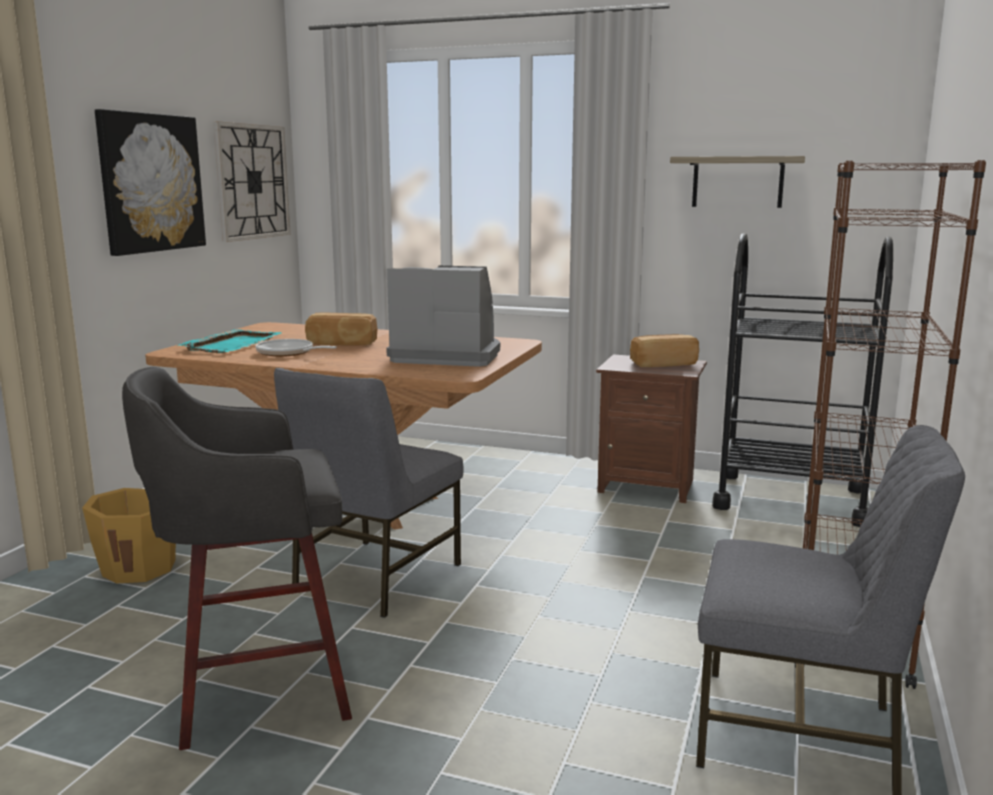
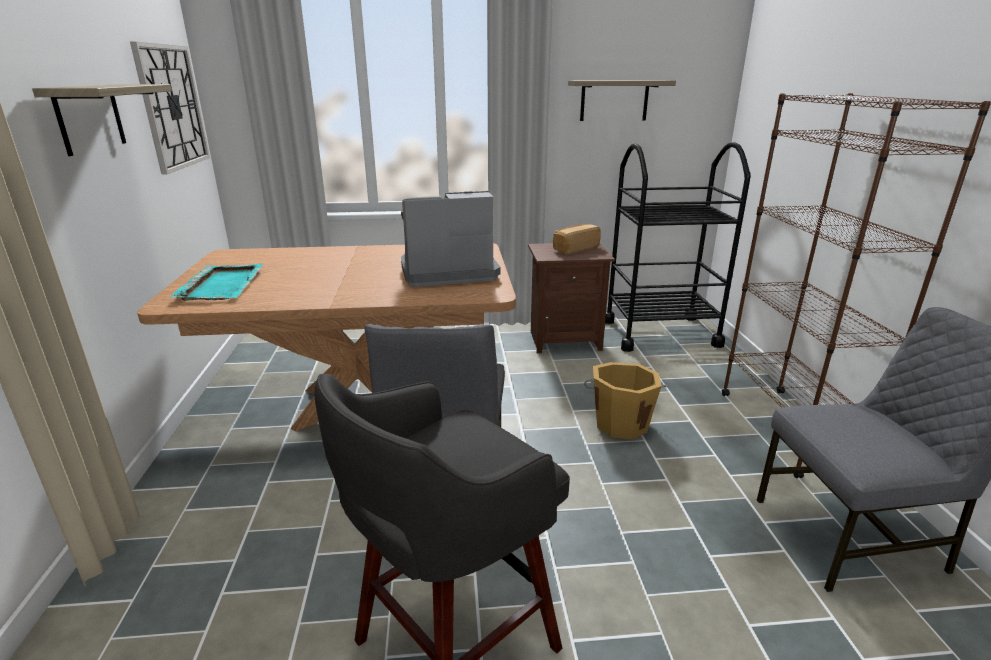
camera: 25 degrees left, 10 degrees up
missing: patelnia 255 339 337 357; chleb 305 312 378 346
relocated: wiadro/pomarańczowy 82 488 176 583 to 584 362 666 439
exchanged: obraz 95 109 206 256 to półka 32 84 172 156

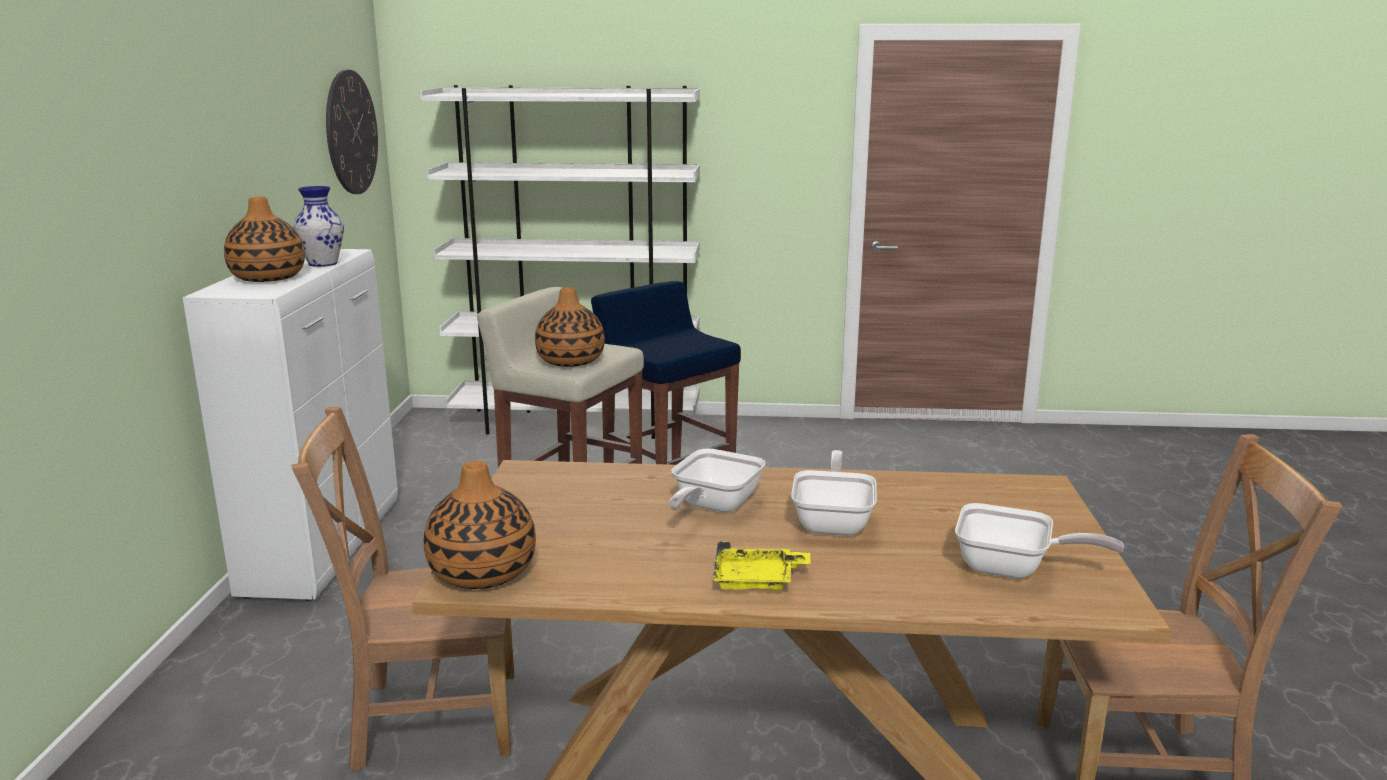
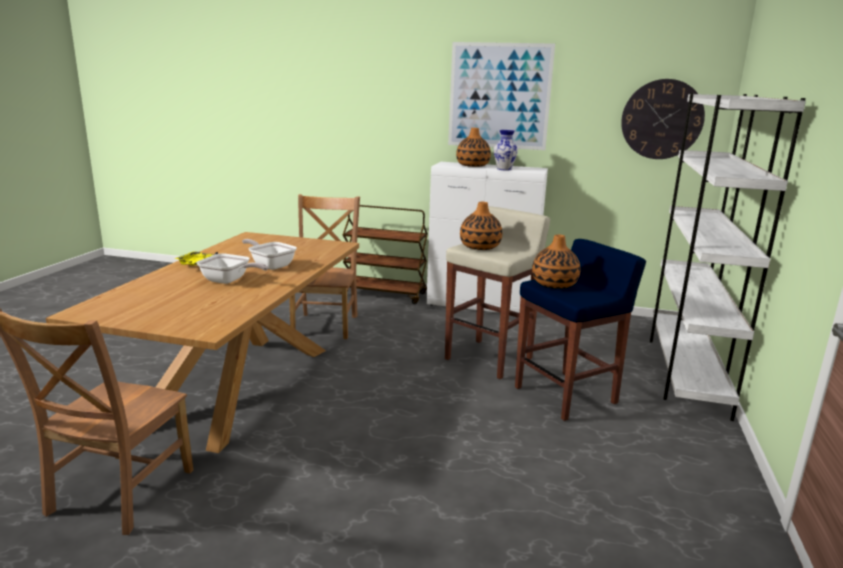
camera: 100 degrees right, 0 degrees up
missing: patelnia 955 503 1124 579
appeared: wózek/brązowy 343 205 428 304; obraz 448 42 555 150
relocated: wazon 423 461 536 589 to 532 234 581 289

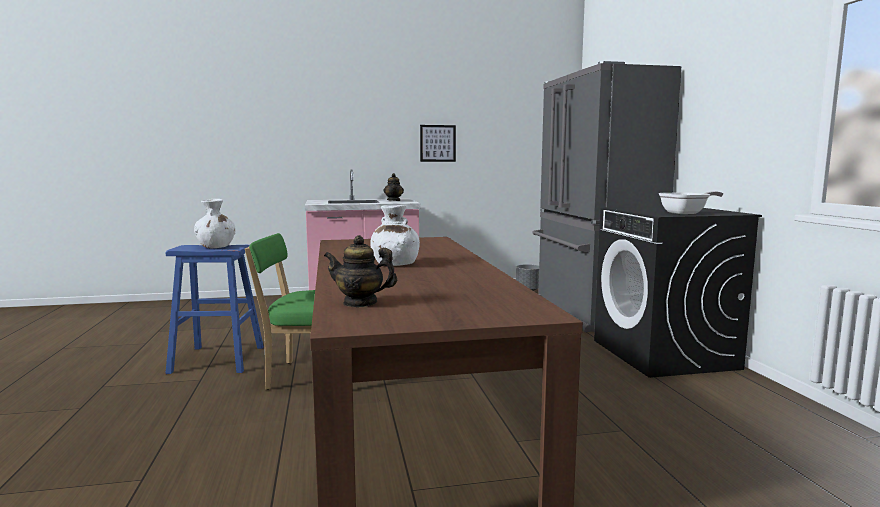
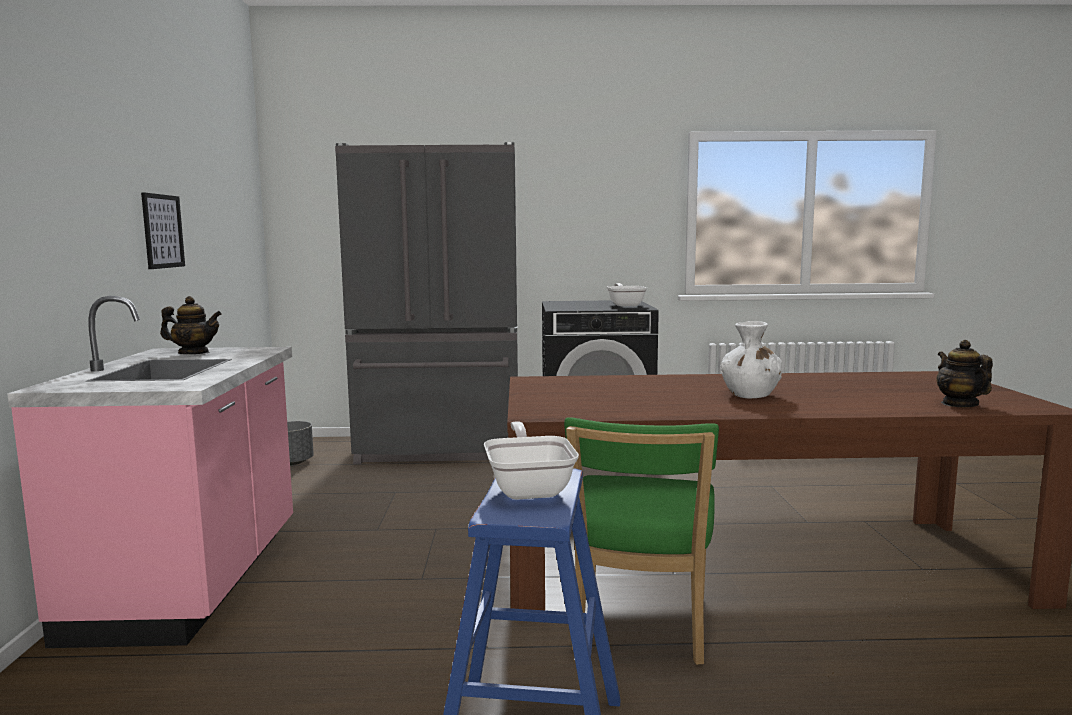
camera: 80 degrees left, 0 degrees up
exchanged: wazon/biały 194 199 236 248 to patelnia 484 421 579 500
spun: imbryk 324 235 397 307 = 937 340 993 407 150 degrees clockwise

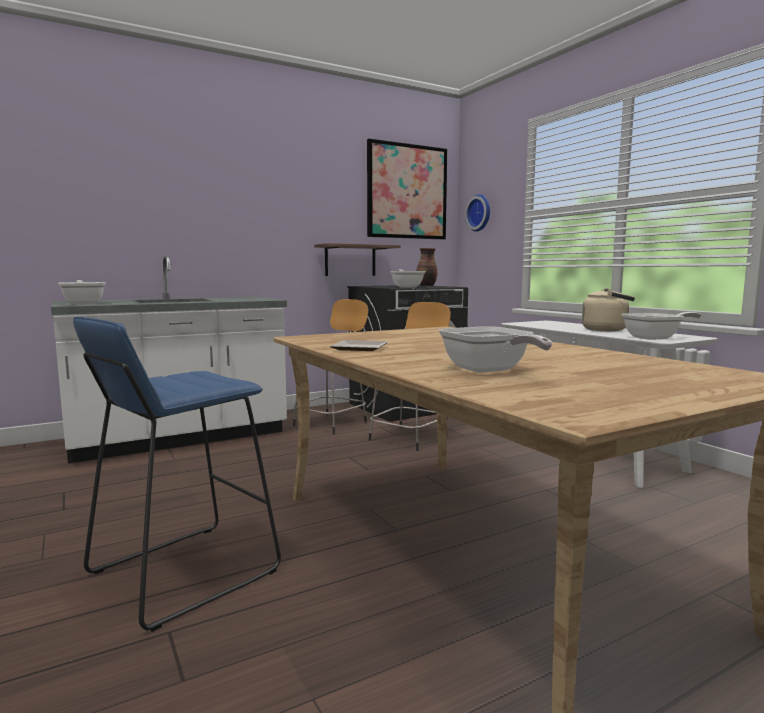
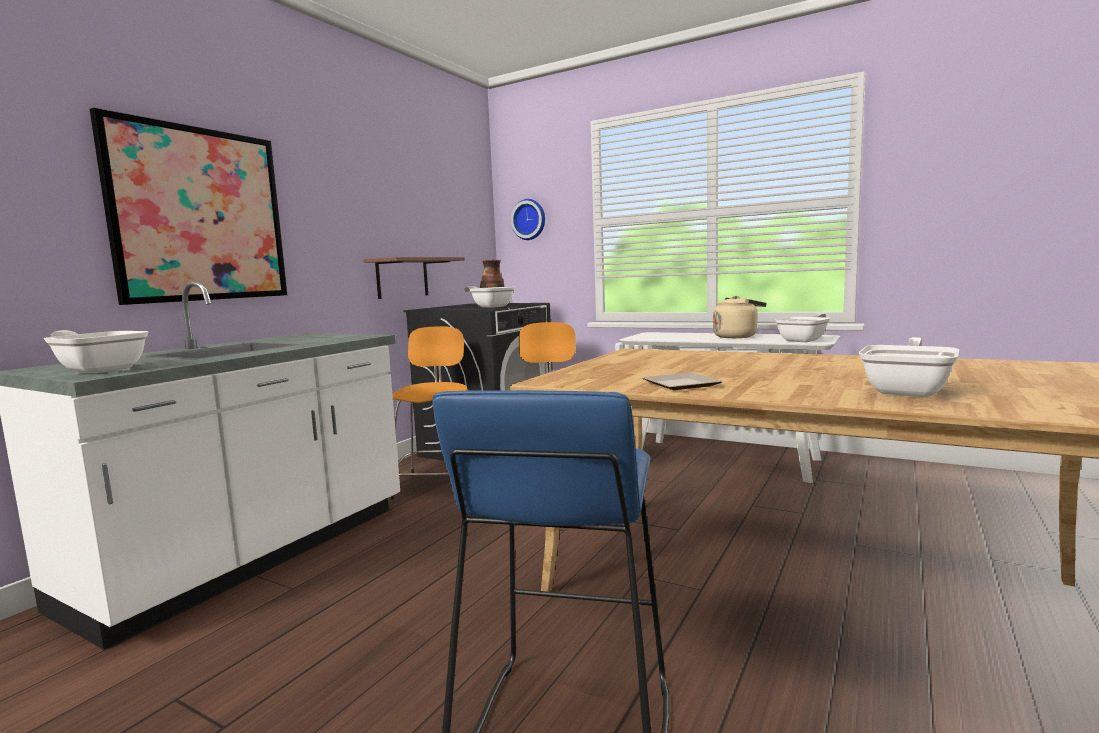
camera: 30 degrees left, 0 degrees up
relocated: obraz 367 139 447 240 to 90 108 288 305
spun: patelnia 439 326 552 373 = 859 337 959 397 90 degrees counterclockwise

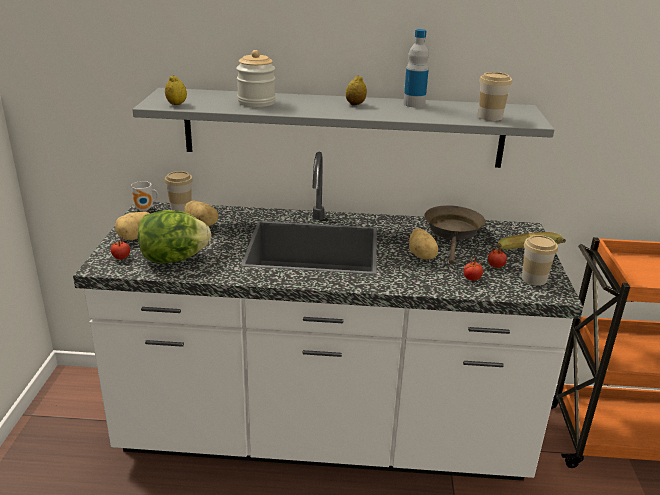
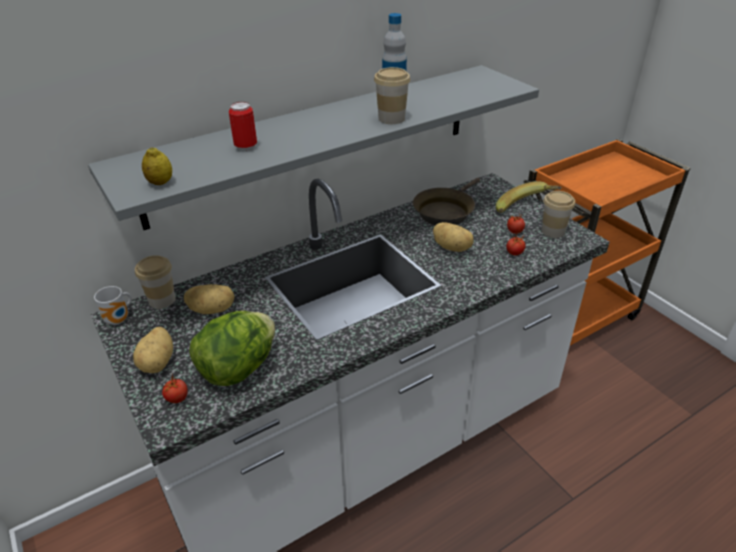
camera: 35 degrees left, 10 degrees up
missing: cytryna 346 75 367 106
relocated: filiżanka 478 72 512 121 to 374 67 411 124
exchanged: słoik 236 50 276 107 to puszka 229 102 257 151
spun: patelnia/brązowy 424 205 485 264 = 413 177 480 225 120 degrees counterclockwise

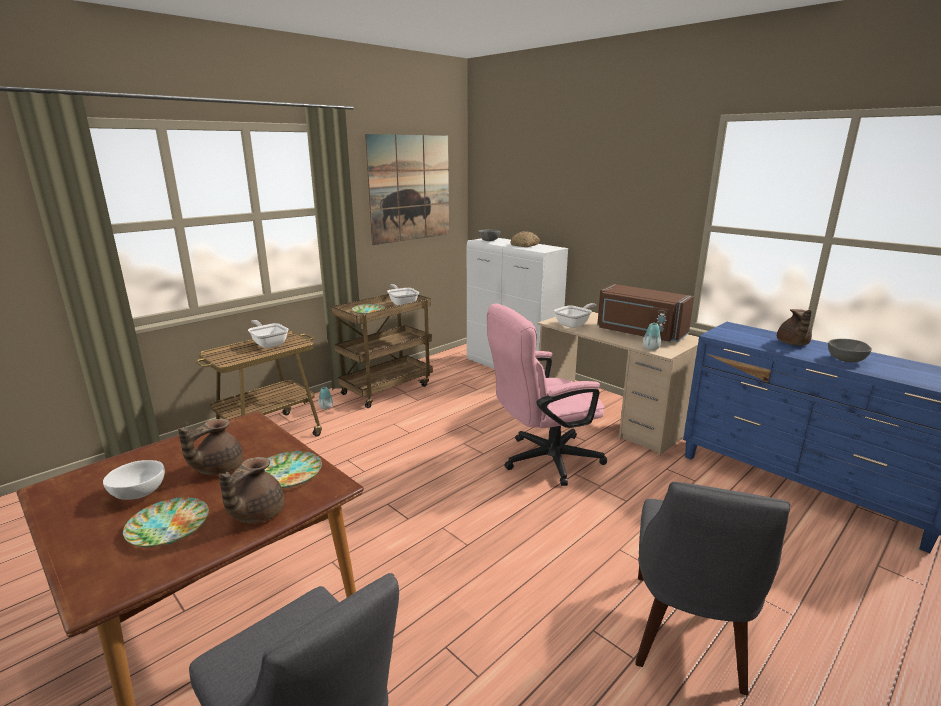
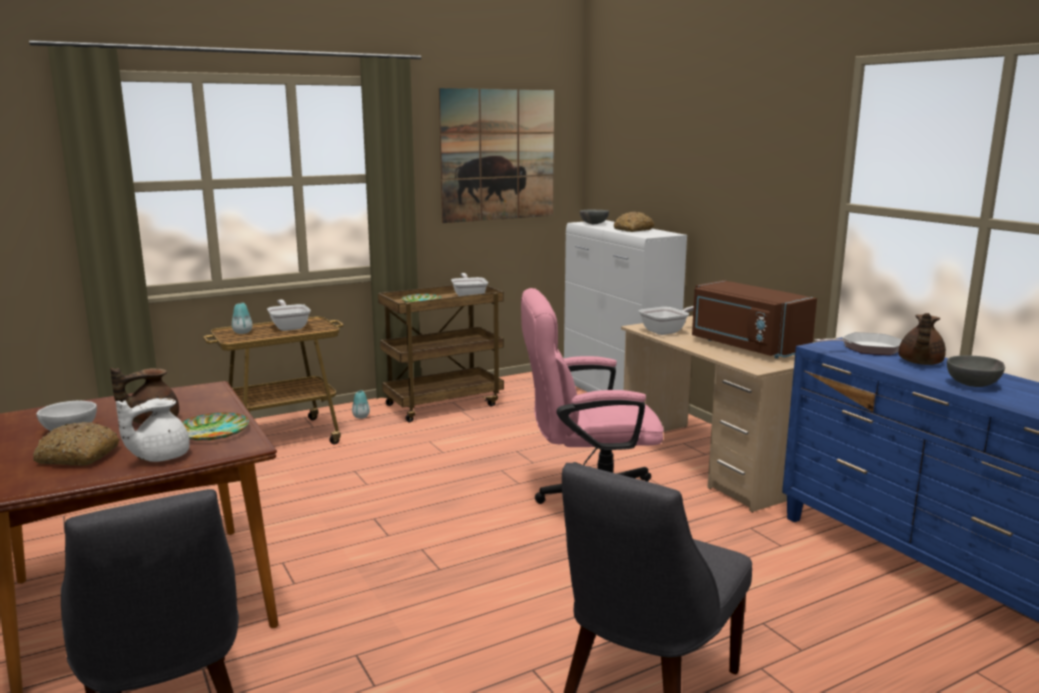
camera: 15 degrees right, 5 degrees down
appeared: patelnia 815 332 902 355
relocated: wazon 643 323 661 351 to 232 303 252 334
exchanged: talerz 123 497 209 547 to chleb 33 422 120 466
colour: imbryk/brązowy 219 457 284 523 to imbryk/biały 116 398 190 462

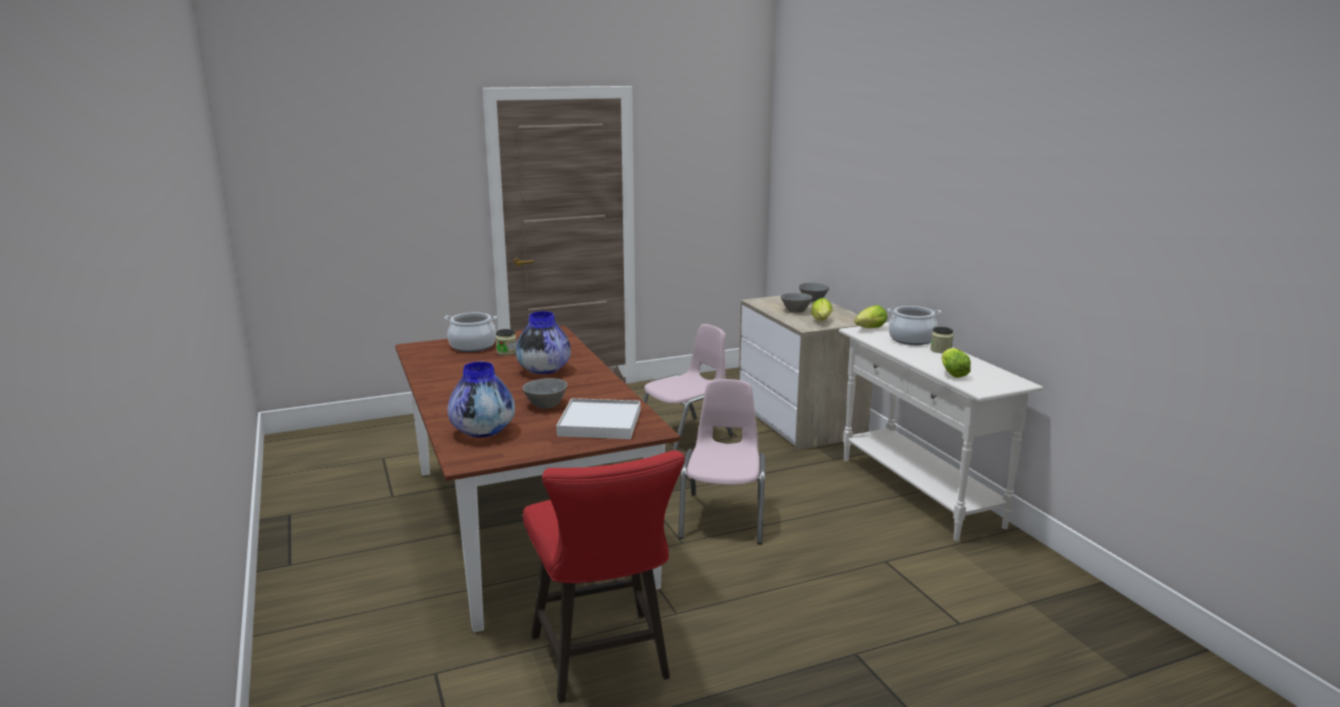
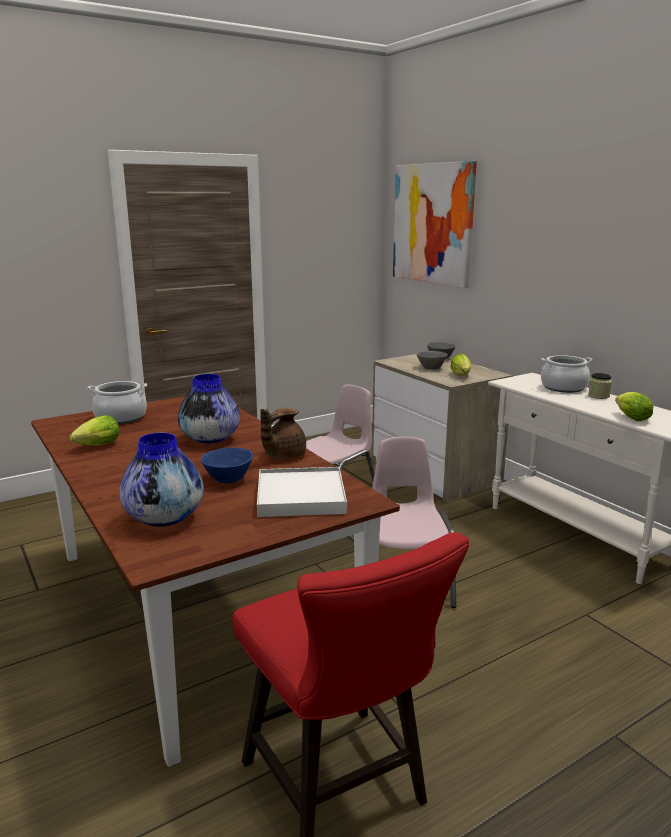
camera: 10 degrees left, 0 degrees up
missing: słoik 495 329 517 355
appeared: imbryk/brązowy 260 408 306 459; obraz 393 161 477 288
relocated: sałata 854 305 887 328 to 70 415 119 445
colour: miska/szary 523 378 567 409 to miska/niebieski 201 447 253 483

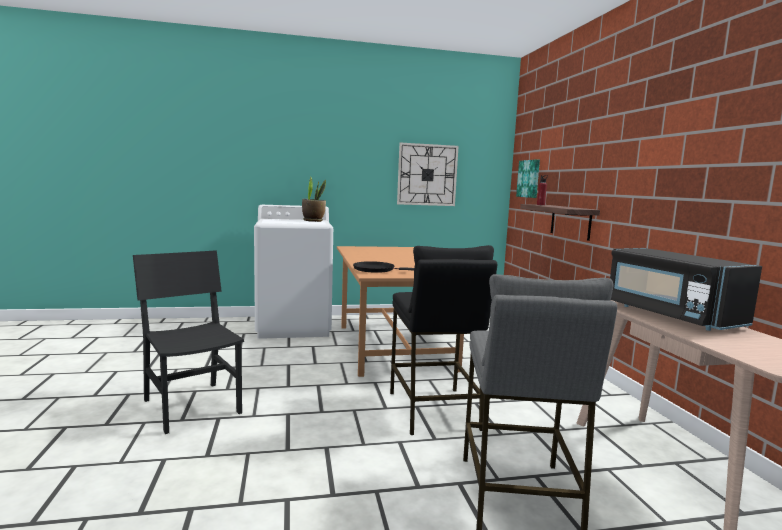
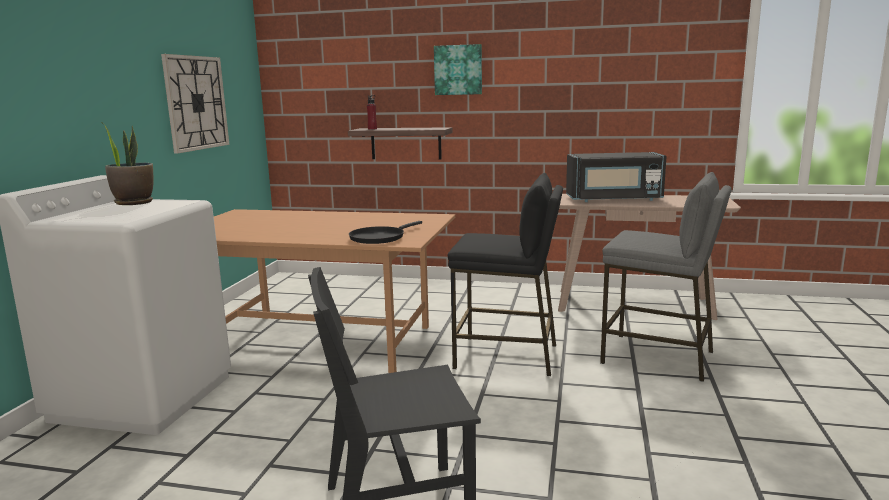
camera: 65 degrees left, 5 degrees up
relocated: obraz 516 159 540 198 to 434 44 482 95

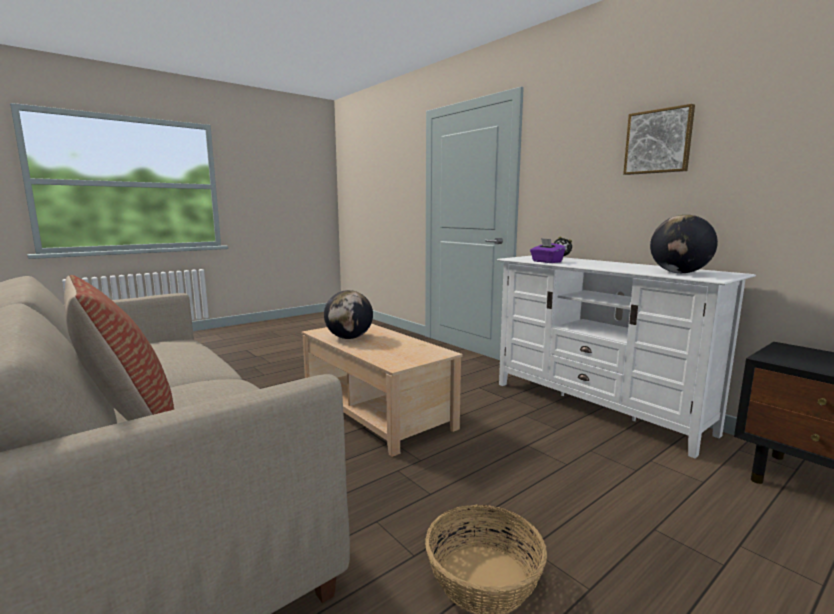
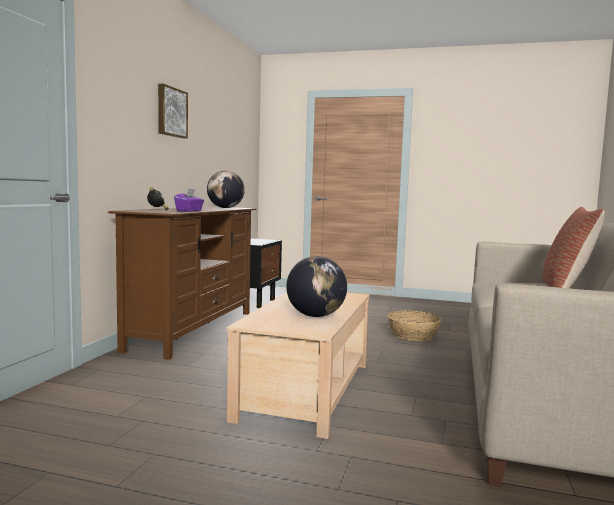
camera: 125 degrees left, 5 degrees down
colour: szafka pod telewizor/biały 497 256 756 458 to szafka pod telewizor/brązowy 108 206 256 360

